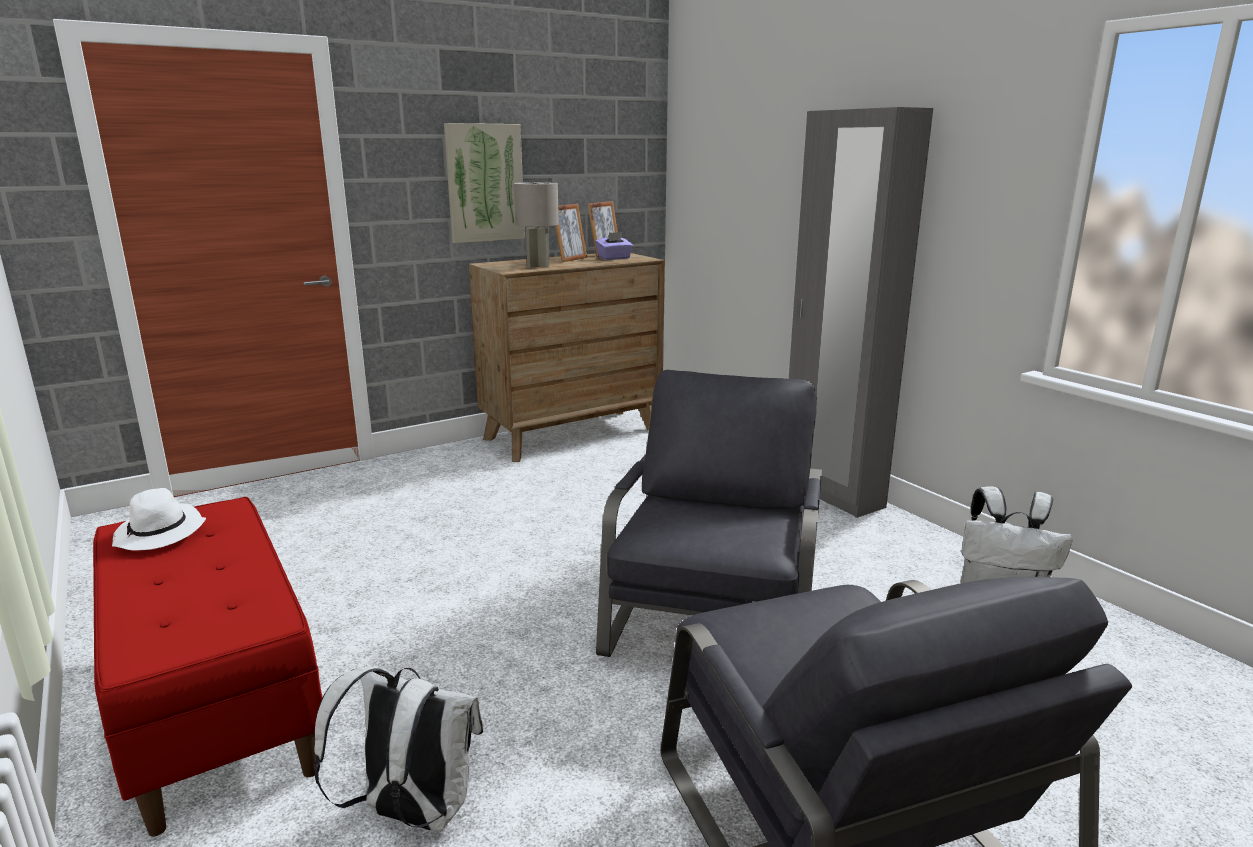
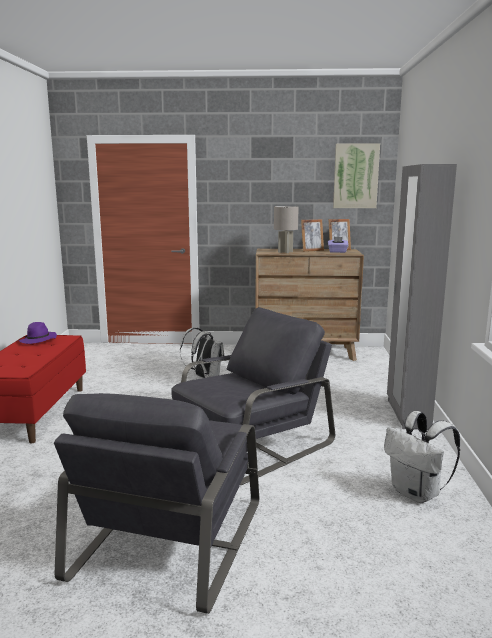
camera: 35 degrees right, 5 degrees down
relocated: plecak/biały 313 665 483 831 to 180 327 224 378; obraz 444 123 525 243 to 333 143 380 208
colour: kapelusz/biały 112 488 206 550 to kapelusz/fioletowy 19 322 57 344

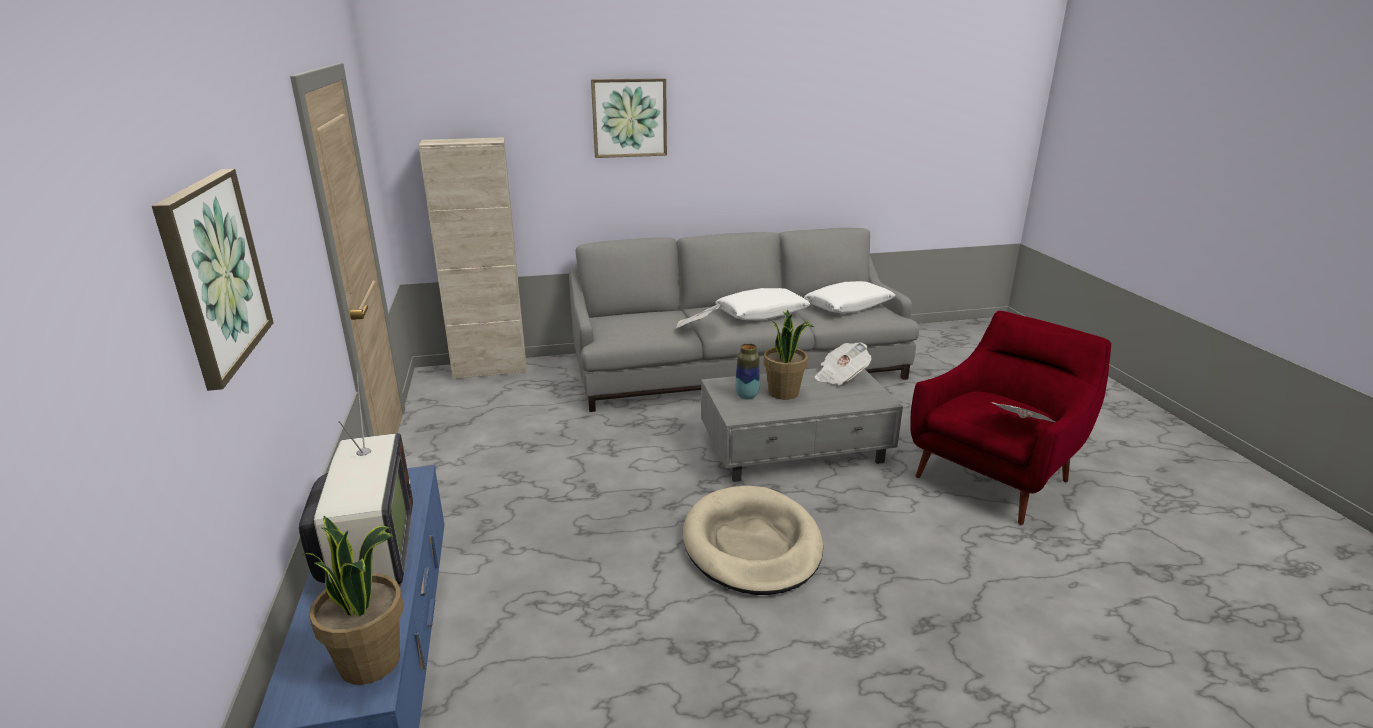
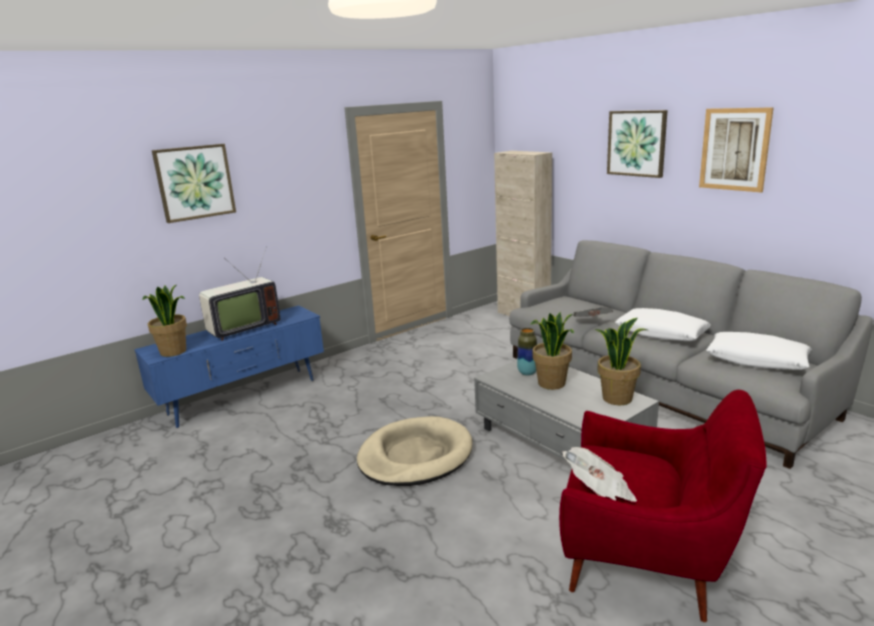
camera: 65 degrees right, 5 degrees down
appeared: obraz 699 107 774 193
exchanged: gazeta 815 342 872 385 to roślina doniczkowa 594 318 647 405

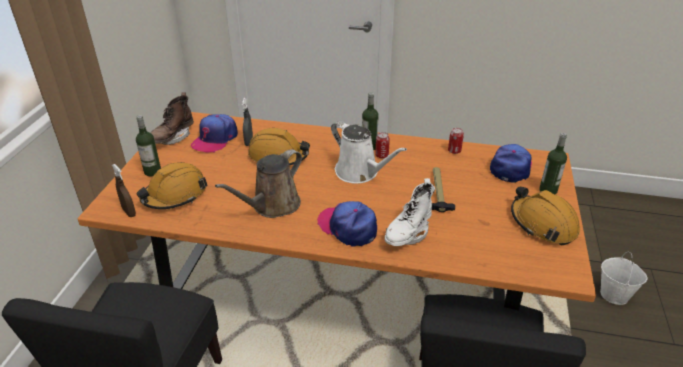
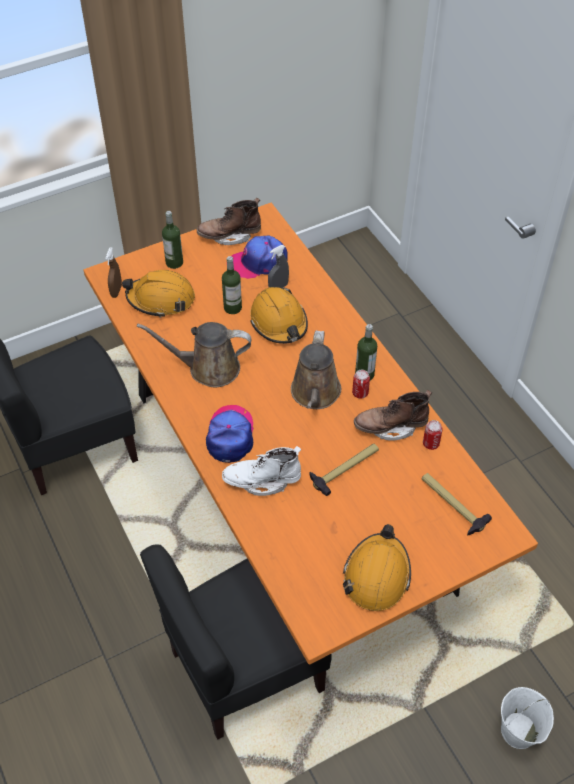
camera: 50 degrees right, 15 degrees up
appeared: but z cholewką/brązowy 354 390 432 441
relocated: butelka 539 133 567 195 to 222 256 242 314
exchanged: czapka z daszkiem 490 144 532 183 to młotek 422 473 492 536
colour: konewka/biały 331 121 407 184 to konewka/brązowy 291 330 341 409

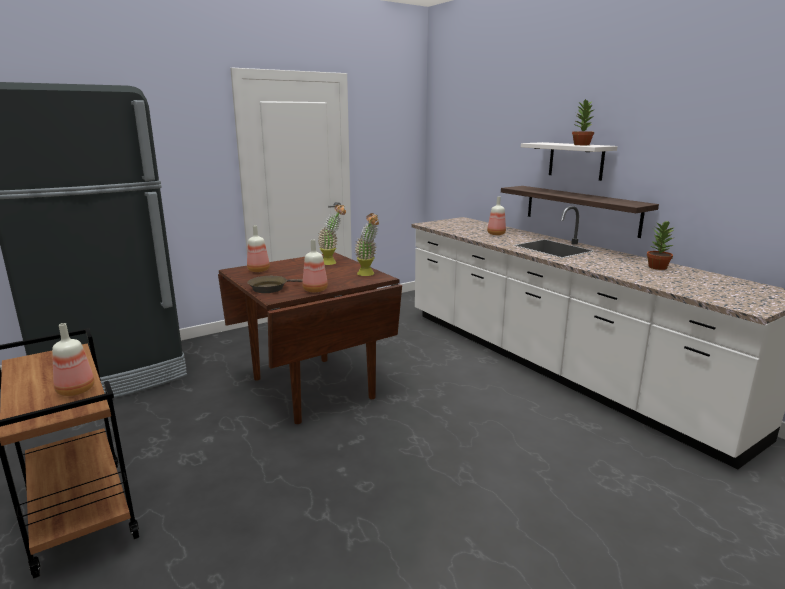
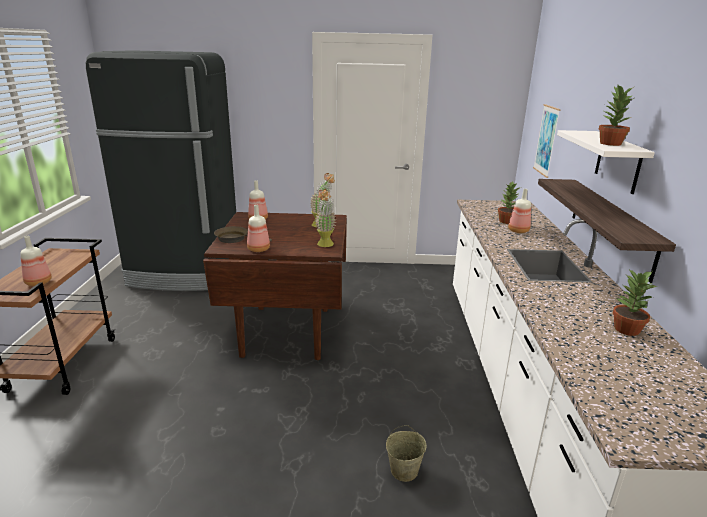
camera: 35 degrees right, 5 degrees up
appeared: wiadro/beżowy 386 425 426 482; roślina doniczkowa 498 181 520 224; obraz 533 104 561 178

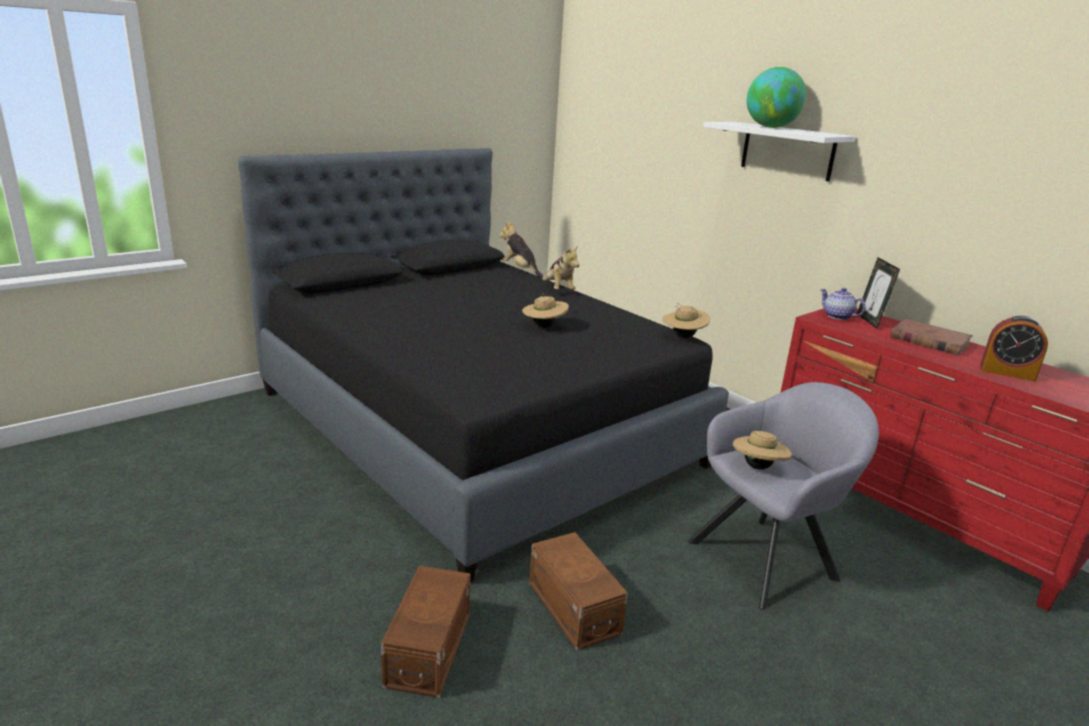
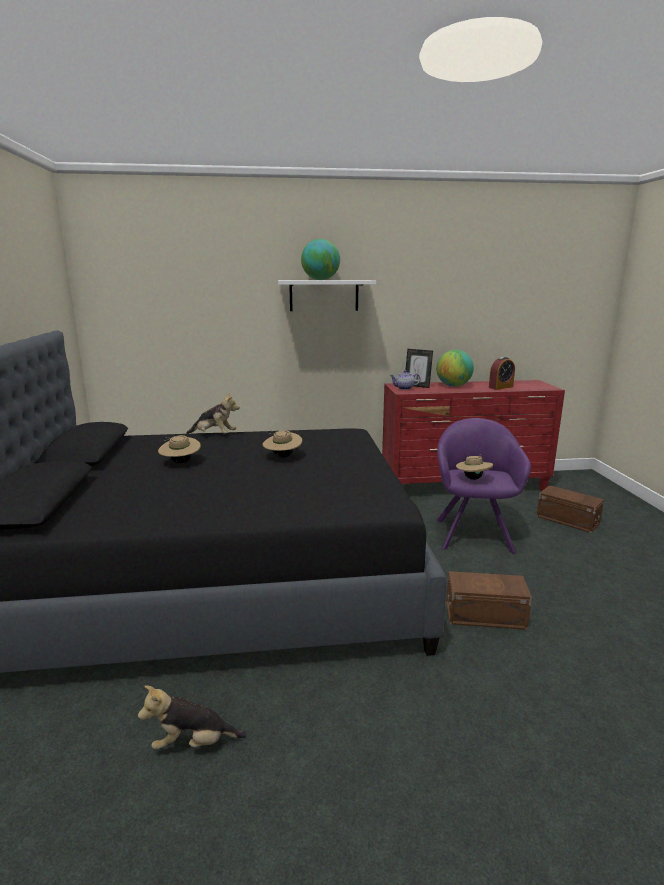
camera: 55 degrees left, 5 degrees down
relocated: pluszak 499 221 543 278 to 138 686 247 750; kapelusz/beżowy 662 303 710 338 to 158 435 201 464; pojemnik do przechowywania/brązowy 381 566 470 698 to 536 485 604 533
exchanged: książka/brązowy 890 319 973 356 to globus 436 350 474 387
colour: fotel/szary 688 382 879 610 to fotel/fioletowy 437 418 531 554

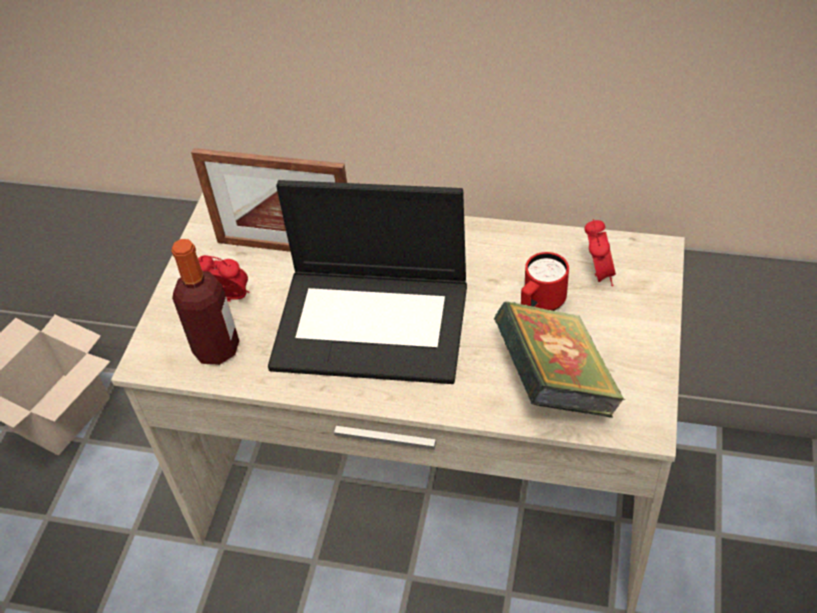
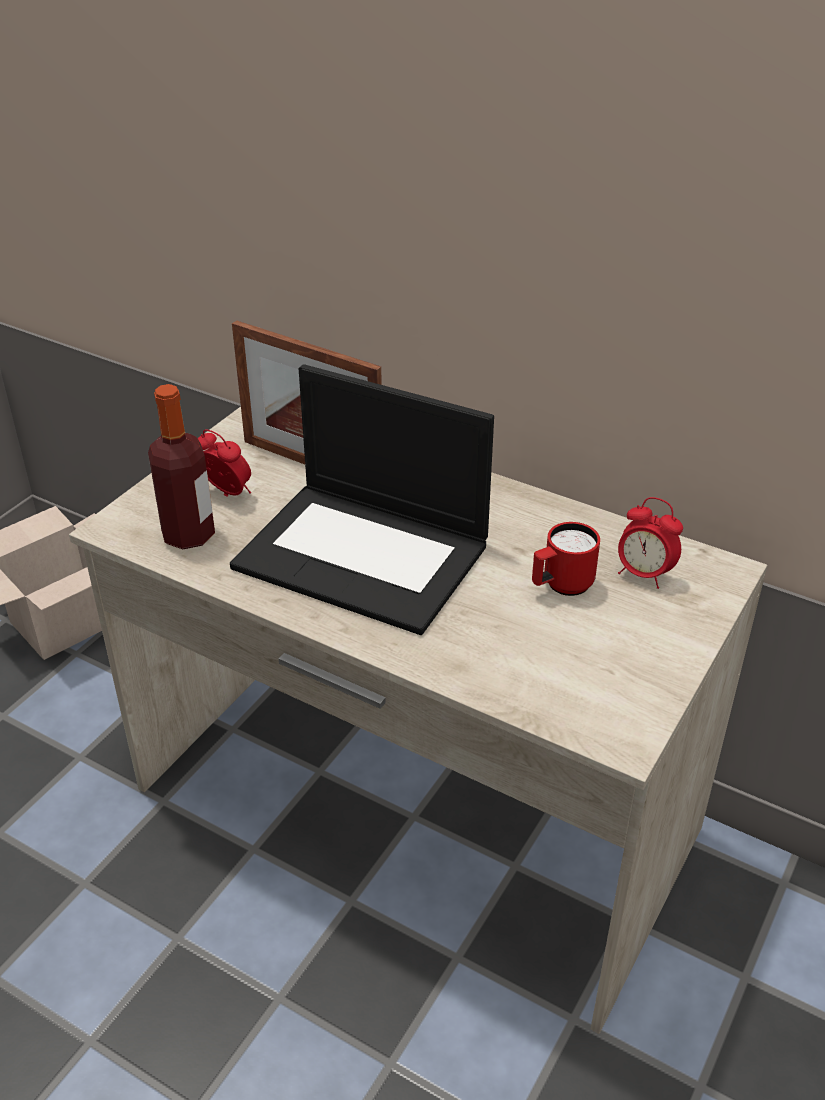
camera: 15 degrees right, 10 degrees down
missing: książka 494 301 625 418
spun: budzik 585 219 616 286 = 618 497 683 589 105 degrees clockwise

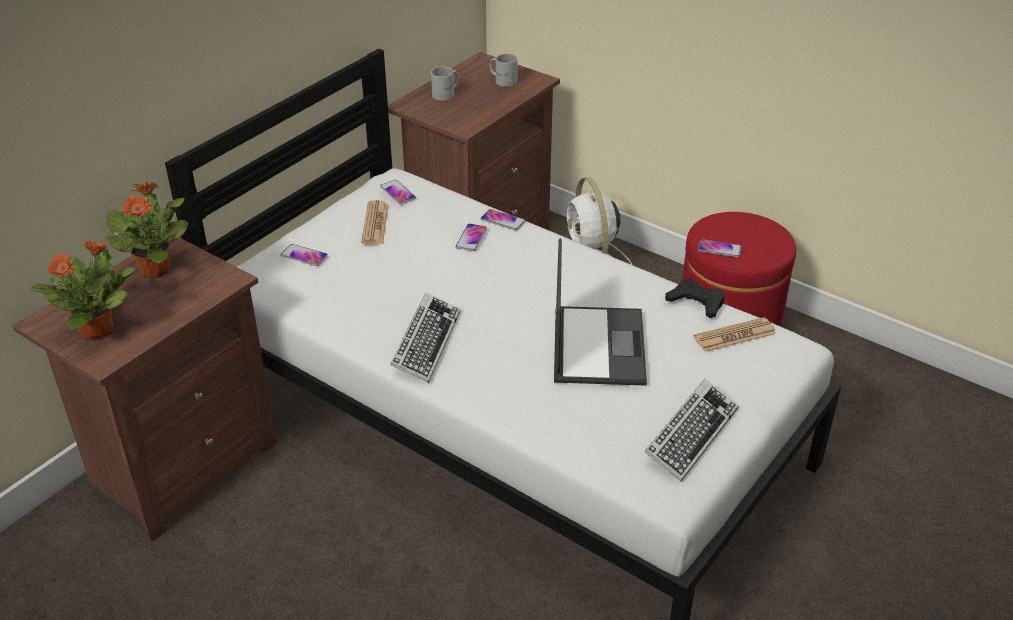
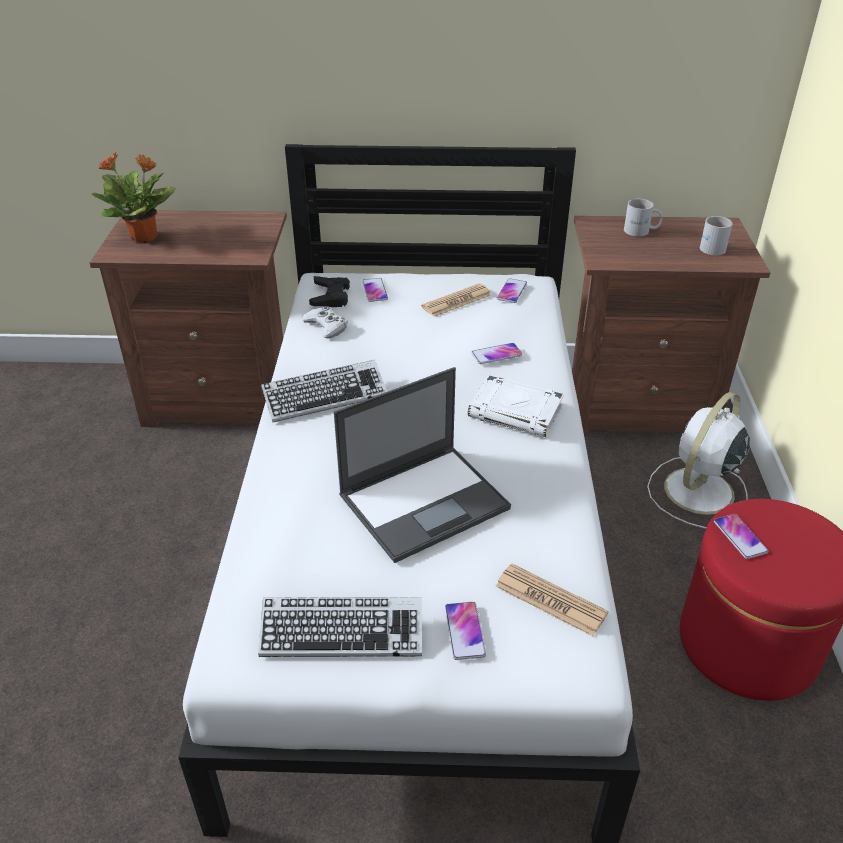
camera: 55 degrees right, 0 degrees up
missing: roślina doniczkowa 105 182 188 279
appeared: pad do gier/biały 301 306 348 339; książka/biały 468 375 564 437
relocated: pad do gier/czarny 665 278 725 318 to 309 276 350 307; telefon 481 209 526 231 to 445 602 486 660

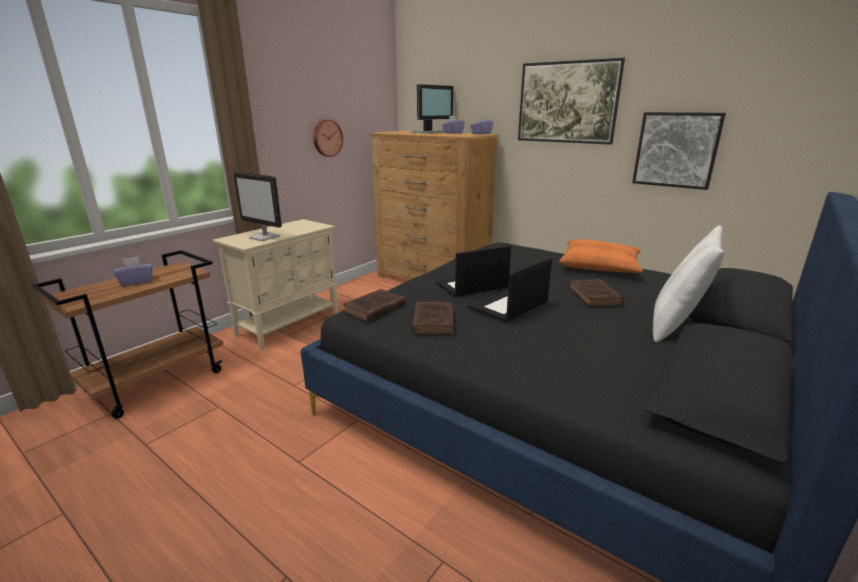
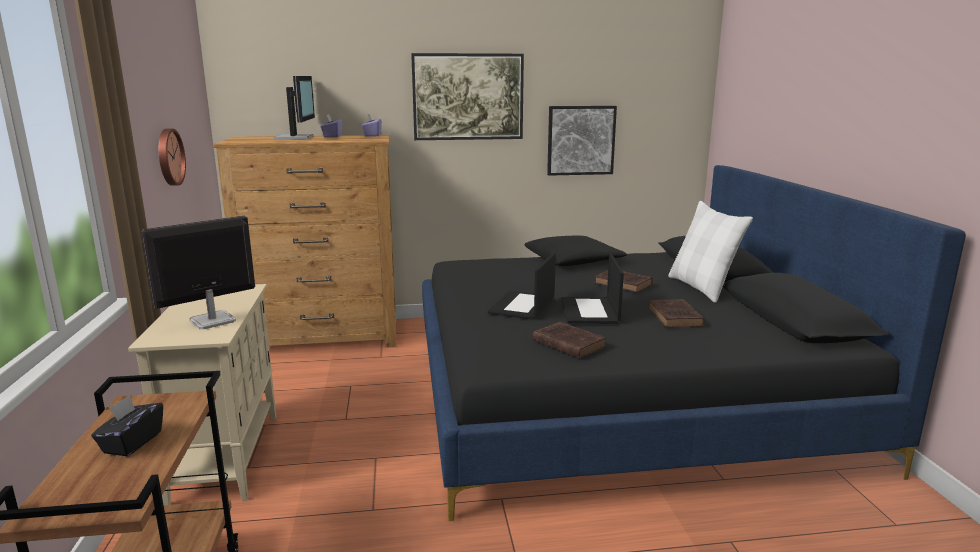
camera: 45 degrees left, 5 degrees down
relocated: książka/brązowy 343 289 406 322 to 648 299 705 328
colour: pudełko chusteczek/fioletowy 113 256 153 286 to pudełko chusteczek/czarny 91 395 163 456; poduszka/pomarańczowy 559 239 643 273 to poduszka/czarny 524 236 627 266
spun: monitor 233 172 282 241 = 141 216 255 329 150 degrees clockwise

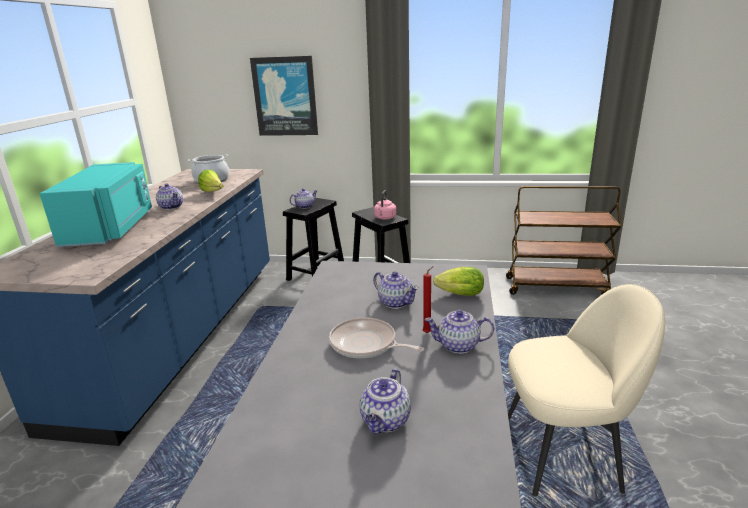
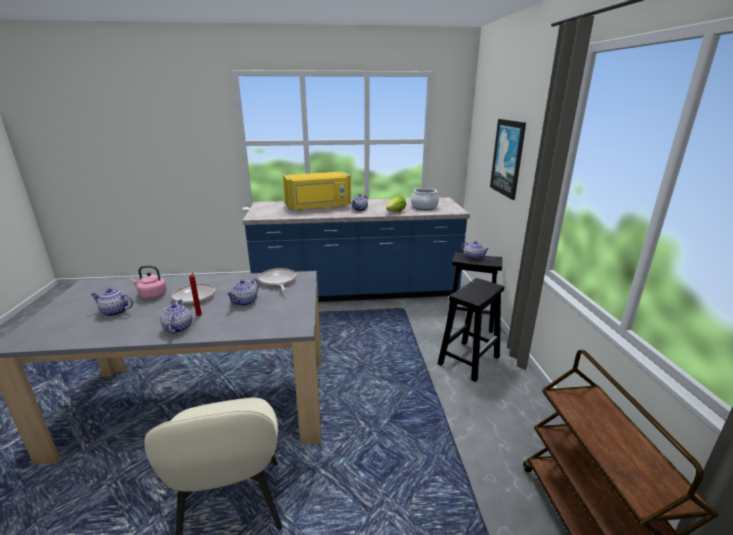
camera: 75 degrees right, 0 degrees up
missing: sałata 433 267 484 296
appeared: patelnia 258 268 296 291
relocated: czajnik/różowy 374 191 396 220 to 130 266 167 299
colour: mikrofalówka/turkusowy 39 162 152 247 to mikrofalówka/żółty 283 171 351 211

